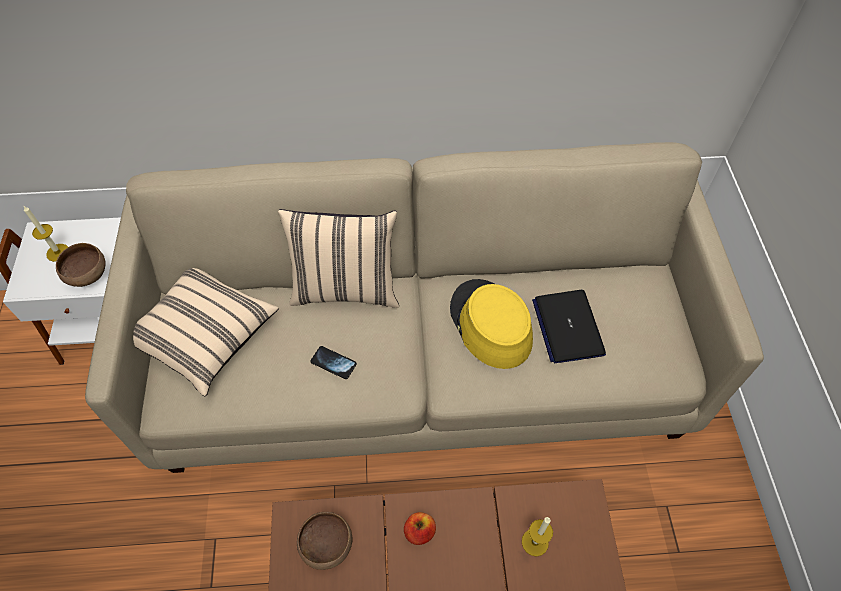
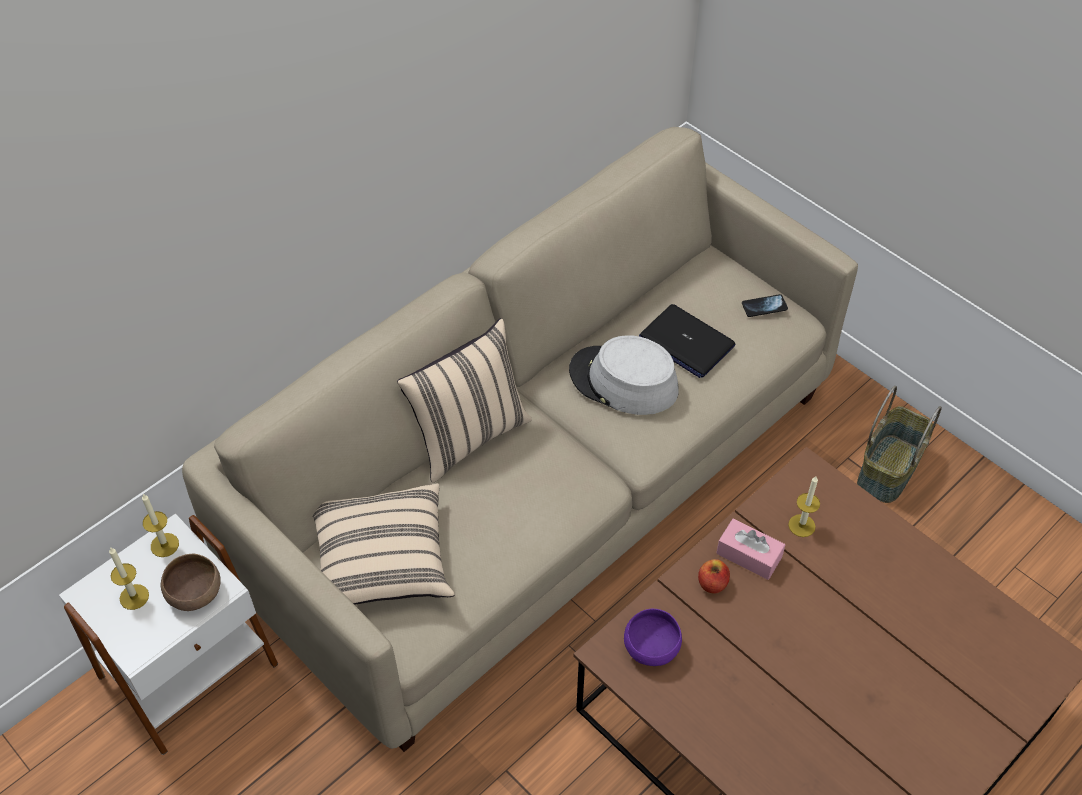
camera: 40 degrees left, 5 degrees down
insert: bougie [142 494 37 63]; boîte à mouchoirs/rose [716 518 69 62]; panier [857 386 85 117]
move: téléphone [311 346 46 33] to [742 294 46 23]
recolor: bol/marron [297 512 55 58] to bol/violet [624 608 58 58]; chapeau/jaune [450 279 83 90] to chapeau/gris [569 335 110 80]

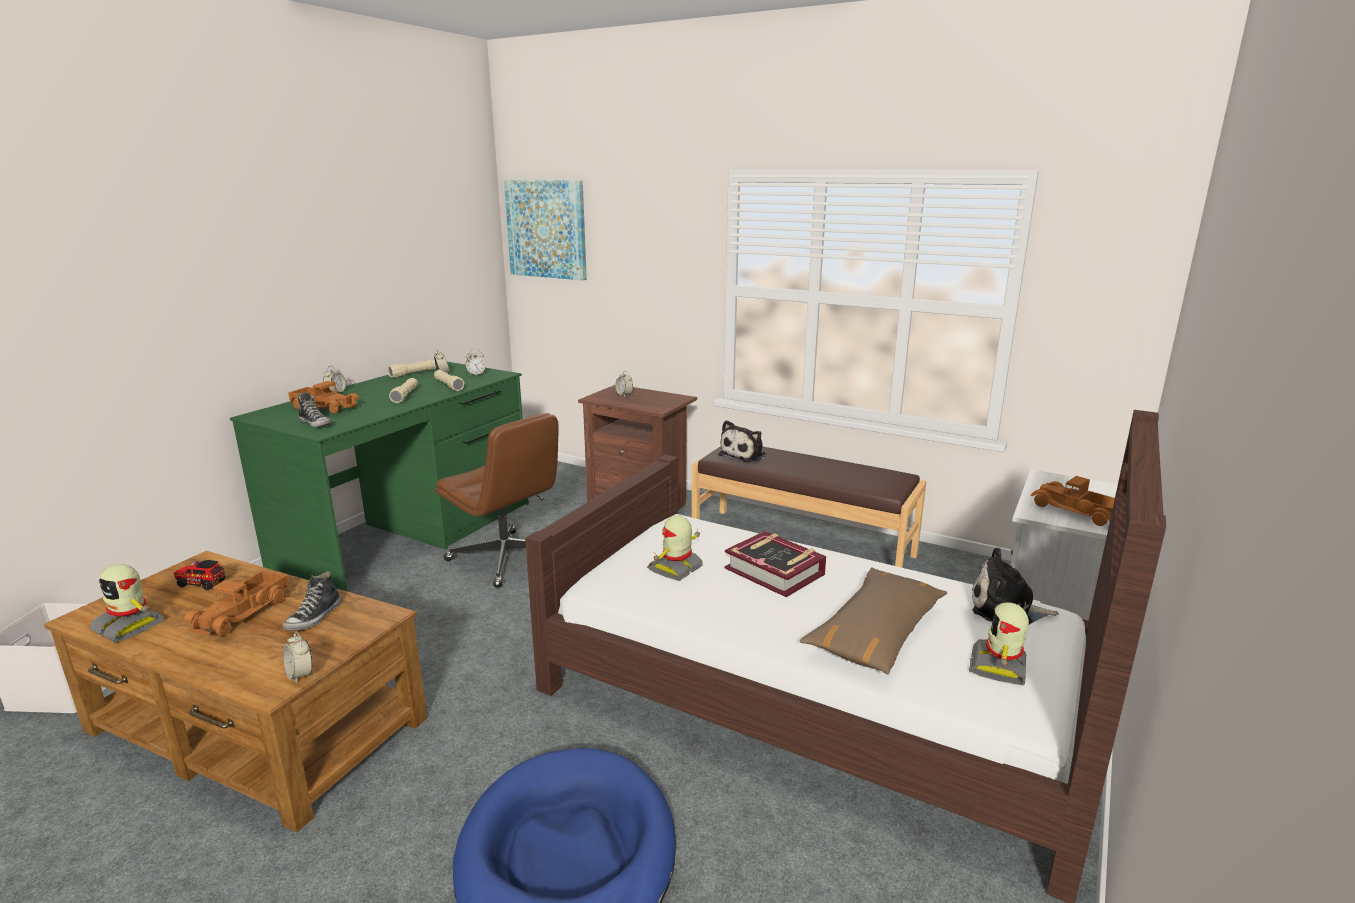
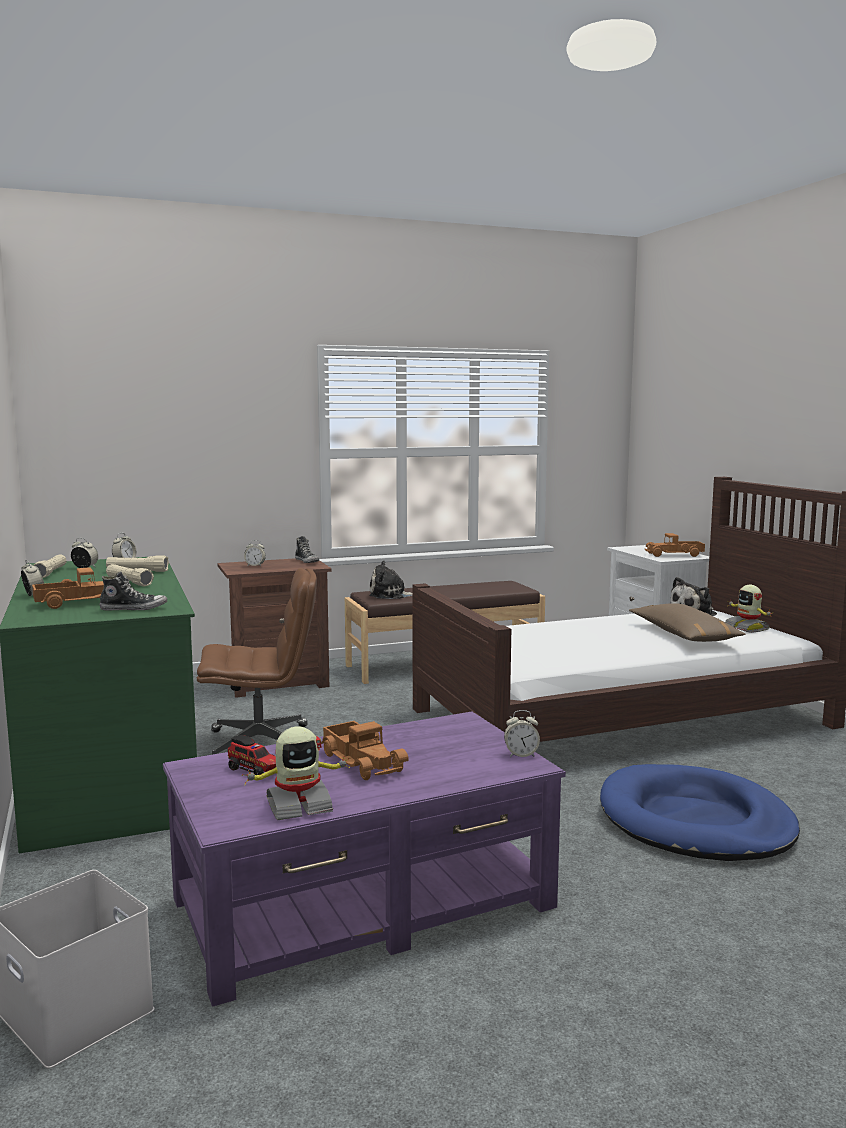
camera: 50 degrees left, 10 degrees down
delete: tableau [504 180 83 100]; robot jouet [647 515 56 66]; livre [724 531 102 66]
move: chaussure [282 571 58 60] to [295 536 24 27]
recolor: table basse/marron [44 551 383 281] to table basse/violet [163 711 403 296]
rotate: camion jouet [173 560 52 30] = [228 735 48 40] 105 degrees counterclockwise; peluche [718 420 49 42] = [369 561 43 38] 105 degrees clockwise

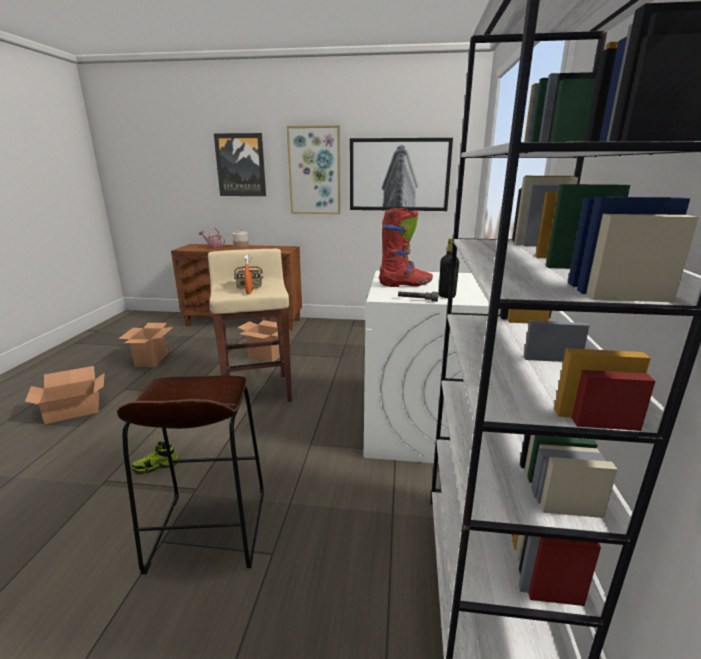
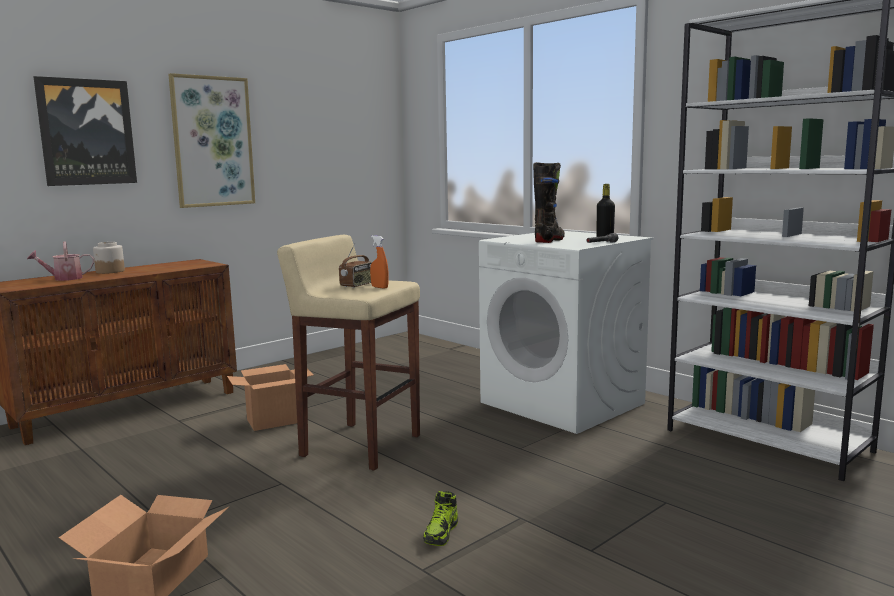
camera: 50 degrees left, 10 degrees down
delete: tabouret/marron [117 376 147 198]; carton [118 323 55 44]; tableau [350 138 103 73]
recolor: botte/rouge [379 208 54 79] to botte/noir [533 162 32 81]

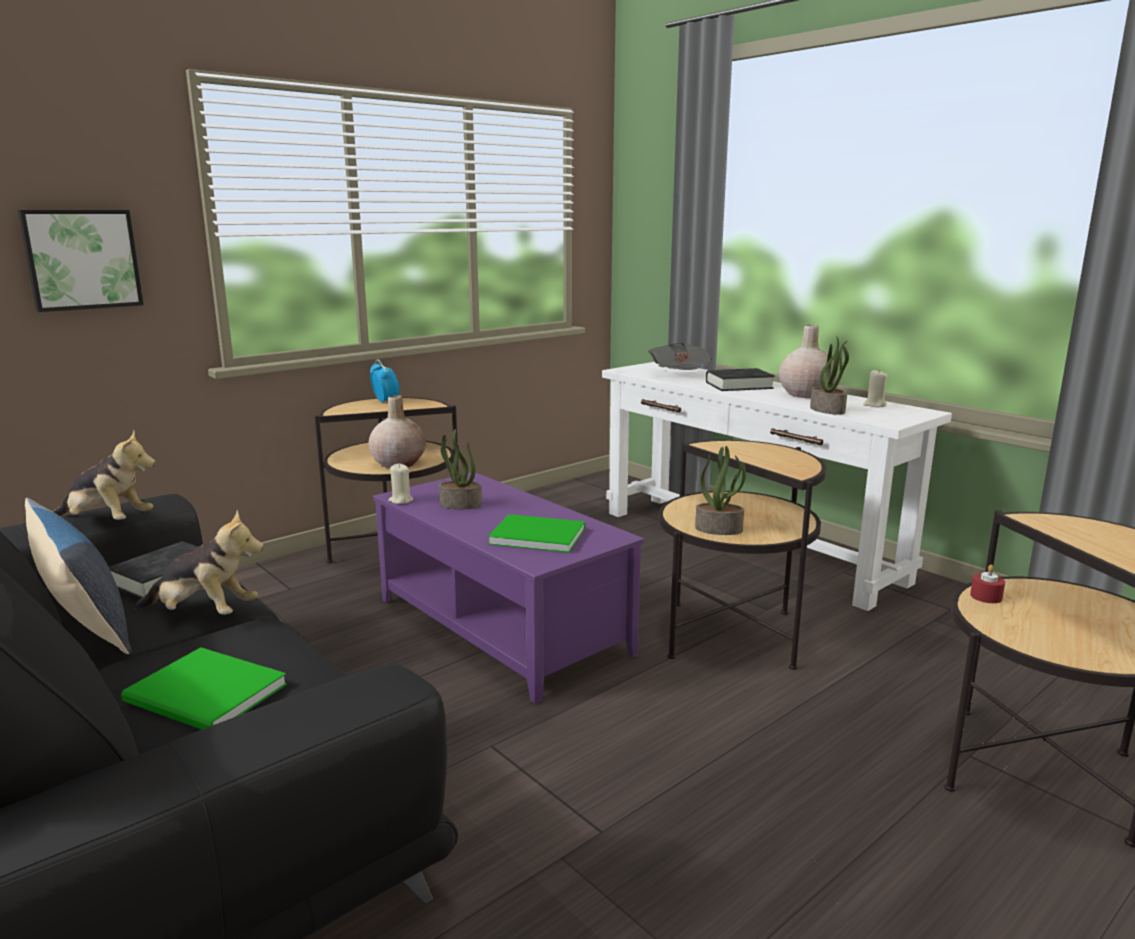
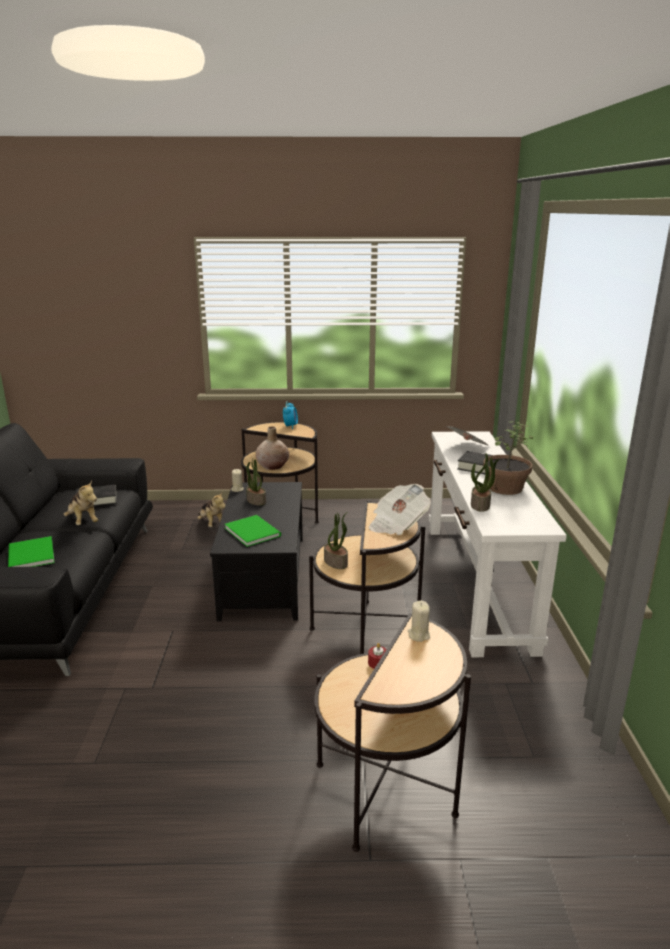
camera: 40 degrees right, 5 degrees up
delete: tableau [18 210 125 102]; coussin [25 498 106 156]
insert: journal [369 484 62 51]
move: peluche [52 430 104 90] to [197 492 28 35]; bougie/beige [863 370 25 37] to [408 601 22 41]
replace: vase/beige [779 325 58 73] to plante en pot [483 421 50 74]
recolor: table basse/violet [373 472 271 232] to table basse/noir [210 482 93 139]

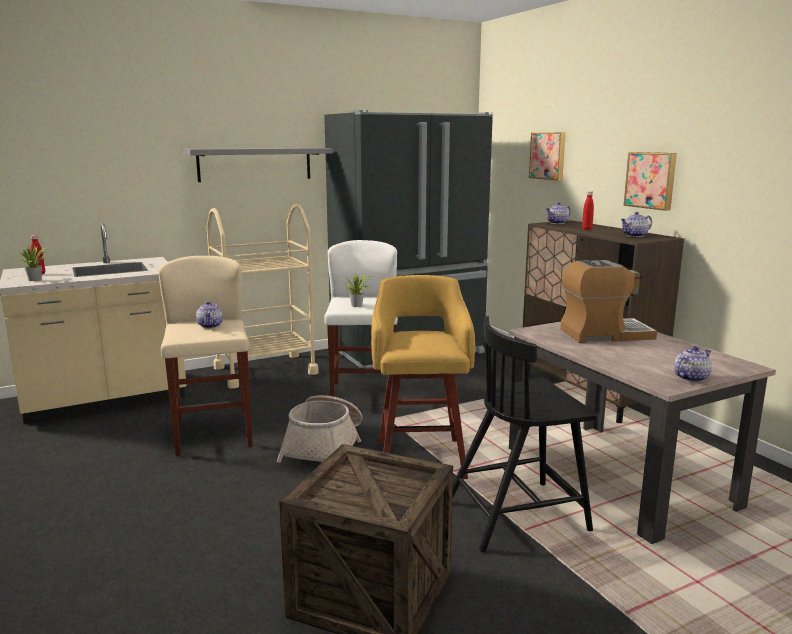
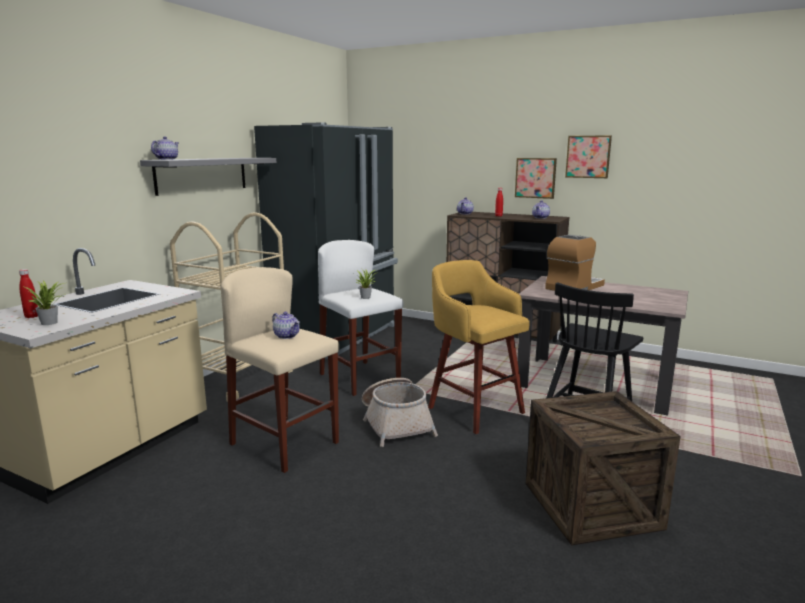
camera: 35 degrees left, 0 degrees up
move: tableau [529 132 37 49] to [565 135 47 43]; théière [674 346 38 36] to [151 137 27 23]

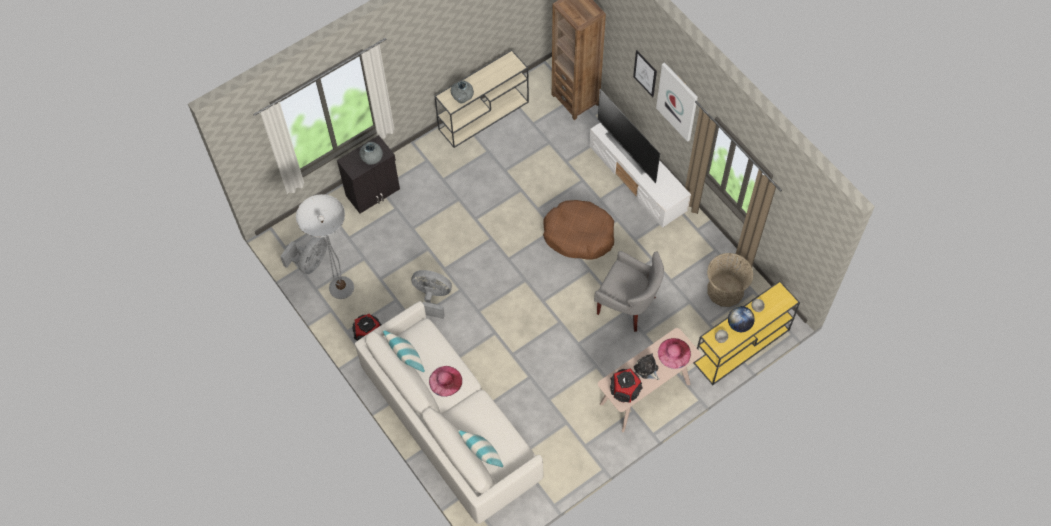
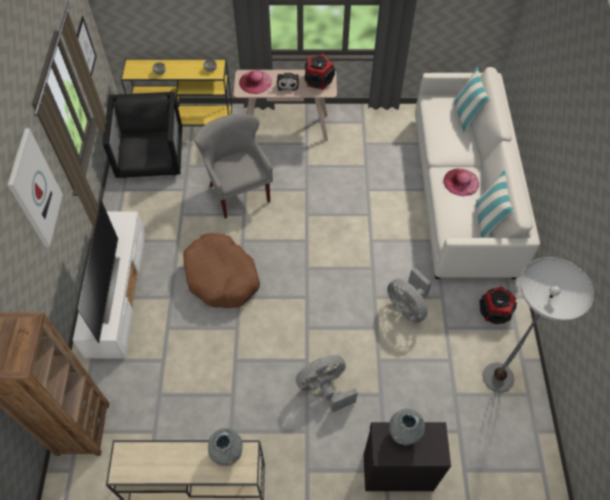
camera: 145 degrees left, 5 degrees down
delete: globe [728 306 27 26]
move: ventilateur/gris [280 237 47 37] to [296 355 62 58]; tableau [633 50 24 47] to [77 16 19 60]
replace: panier [707 253 46 54] to fauteuil/noir [103 92 79 86]

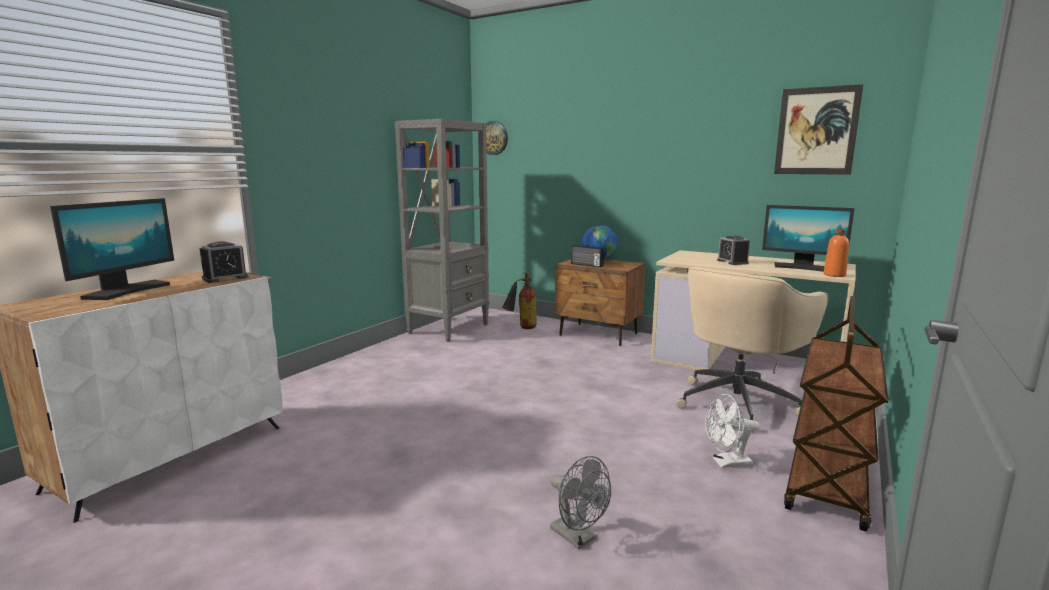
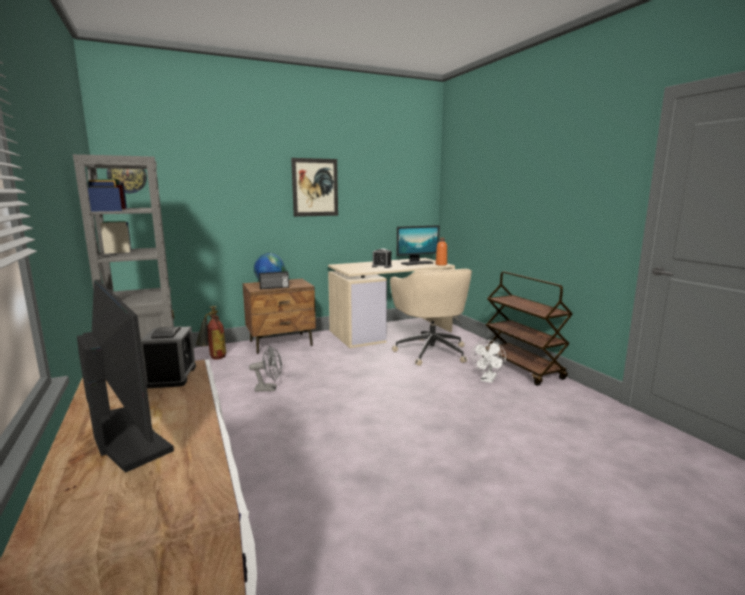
camera: 55 degrees left, 0 degrees up
move: ventilateur/gris [550 456 61 93] to [249 346 33 46]; tableau [774 84 89 91] to [291 158 47 59]

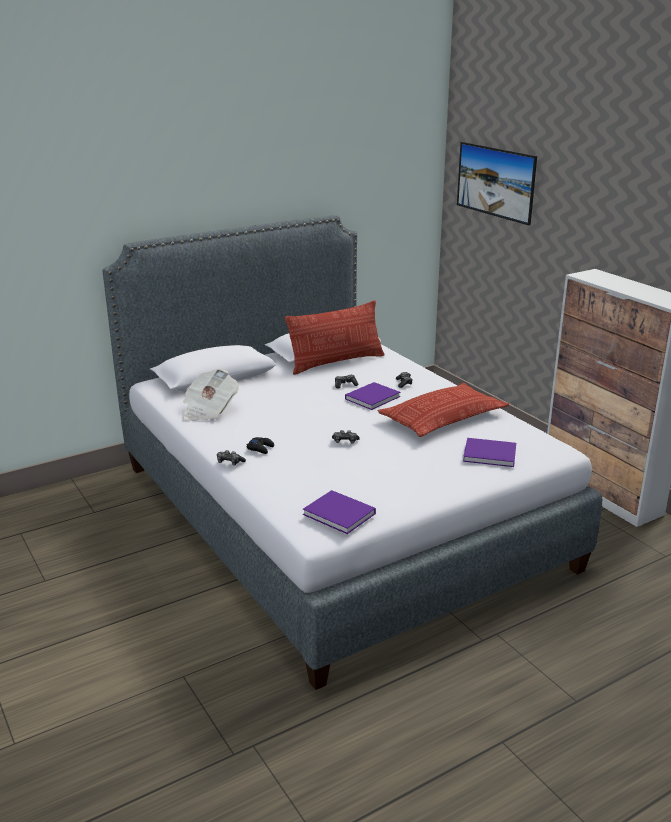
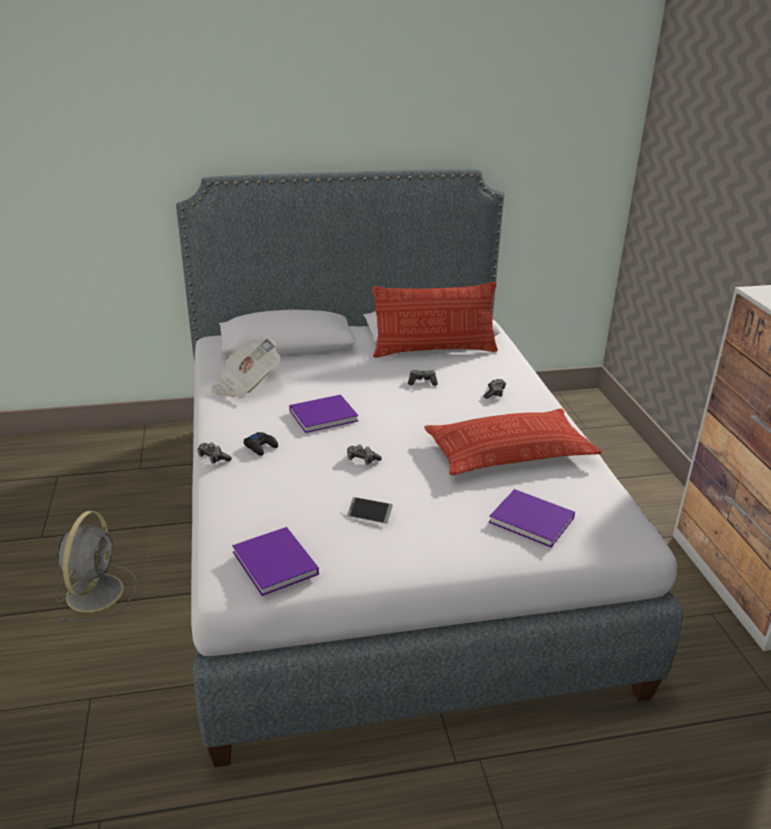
camera: 20 degrees right, 5 degrees up
delete: tableau [457 142 80 84]
insert: ventilateur/gris [56 511 81 111]; téléphone [347 497 46 26]
move: livre/violet [345 382 55 28] to [289 395 69 38]

